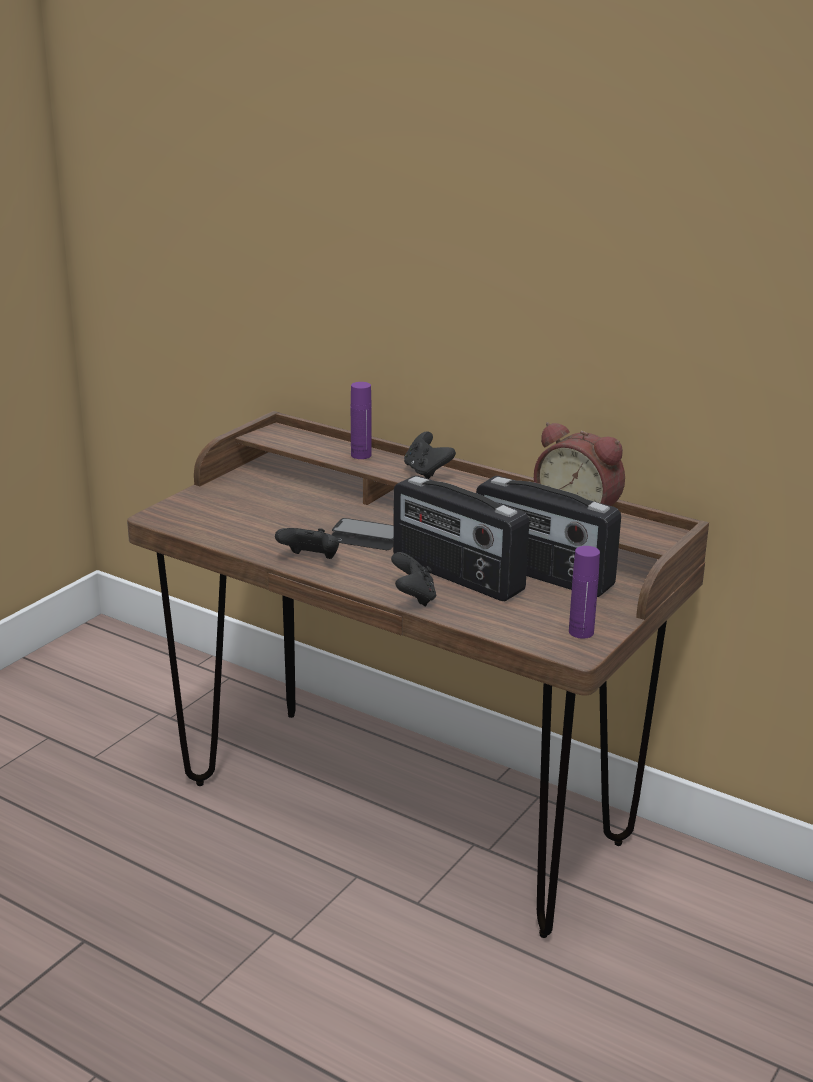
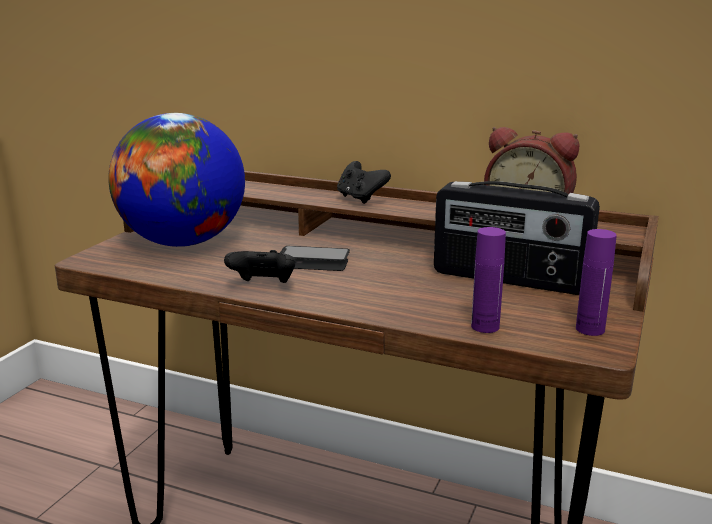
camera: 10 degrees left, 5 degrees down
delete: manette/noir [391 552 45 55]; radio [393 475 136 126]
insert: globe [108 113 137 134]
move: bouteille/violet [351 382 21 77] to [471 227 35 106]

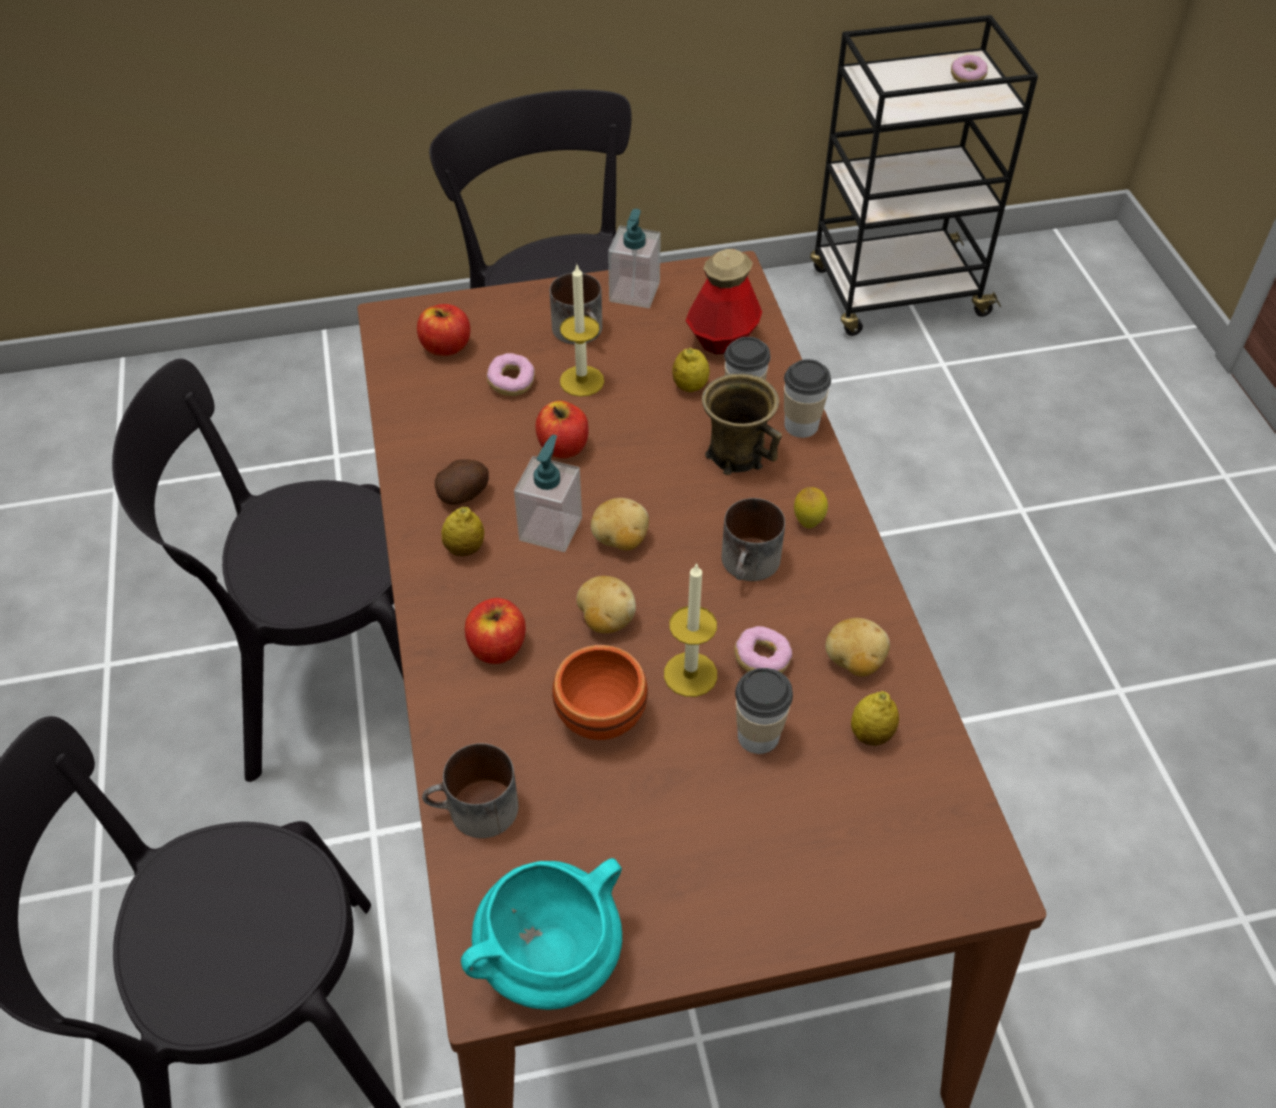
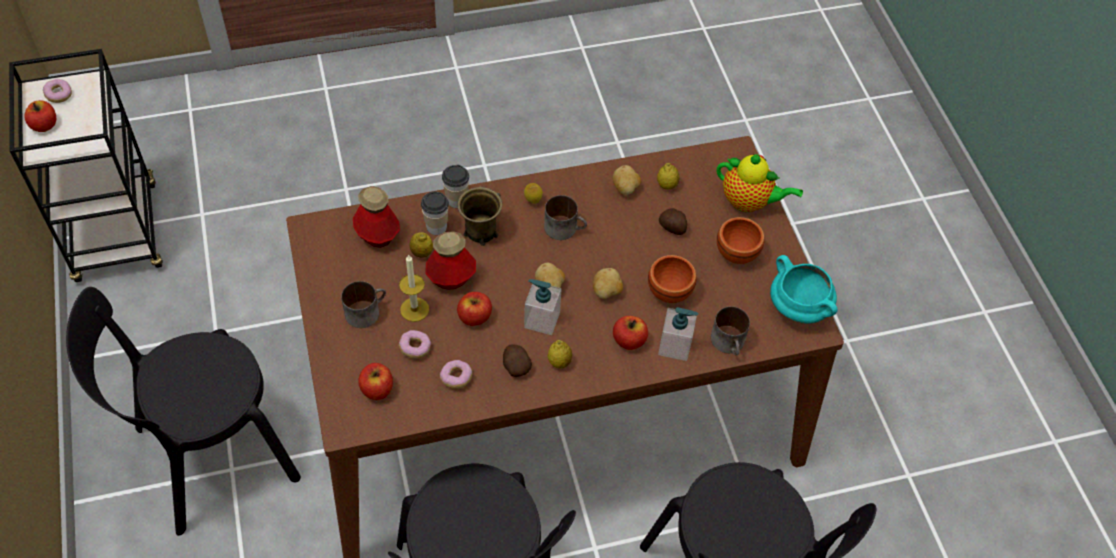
camera: 95 degrees left, 5 degrees up
delete: bougie [664 562 53 135]
insert: pomme [24 100 32 32]; bouteille [425 231 51 58]; théière [717 154 86 58]; bol/marron [717 217 47 47]
move: distributeur de savon [608 209 53 99] to [658 307 40 54]; beignet [734 626 58 47] to [440 360 33 29]
replace: tasse [735 668 58 86] to pomme de terre [659 208 28 27]

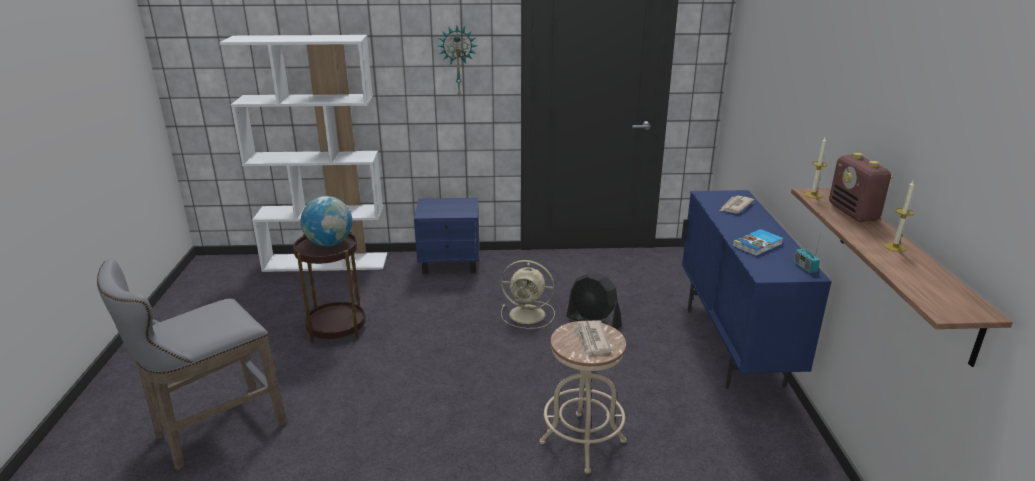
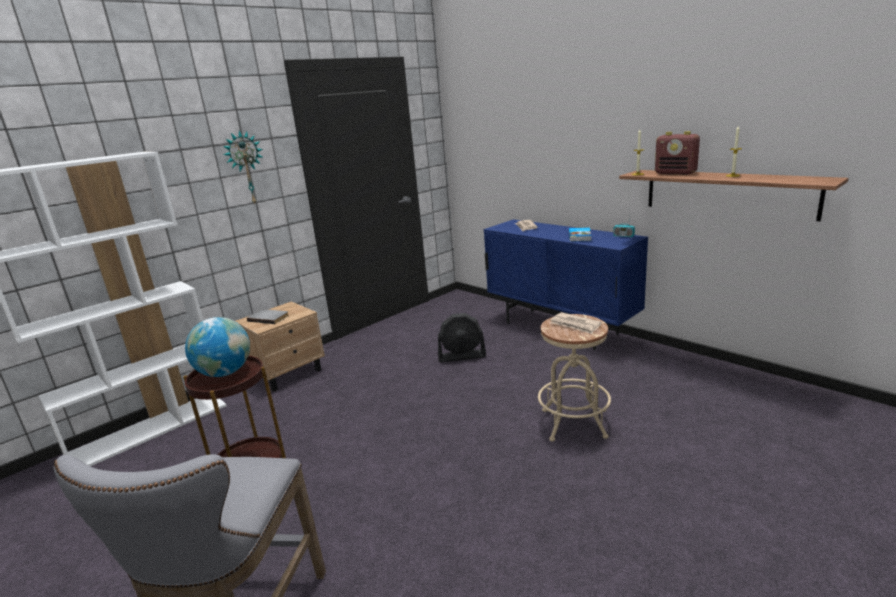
camera: 40 degrees left, 5 degrees down
delete: ventilateur/beige [501 260 54 69]
insert: livre/gris [247 309 42 15]
recolor: table de chevet/bleu [414 198 65 76] to table de chevet/beige [235 301 90 90]

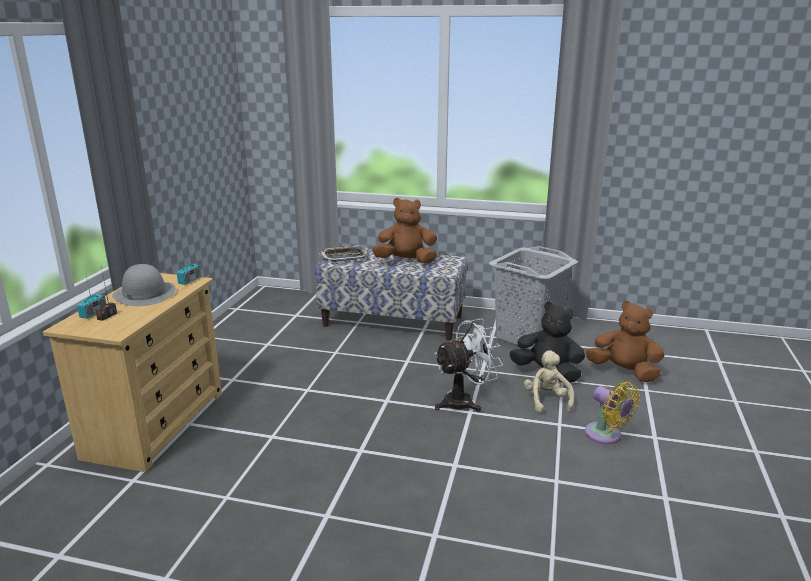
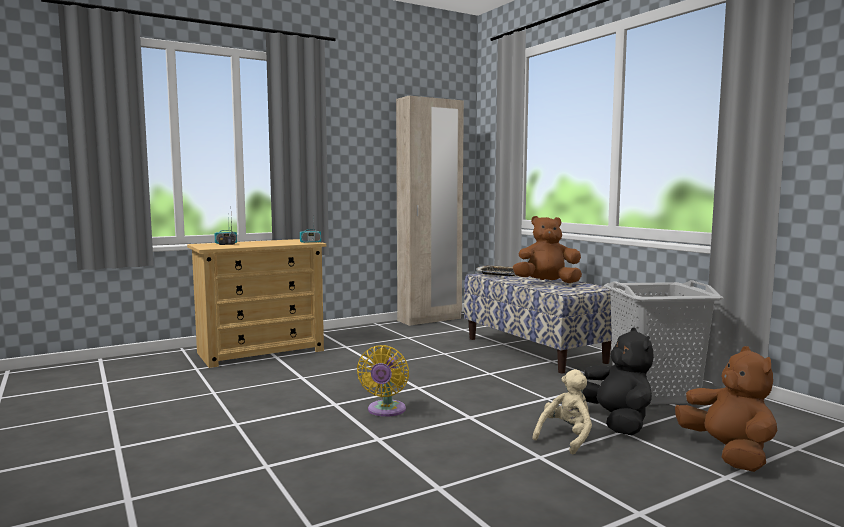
camera: 45 degrees right, 15 degrees down
delete: chapeau/gris [112 264 64 42]; ventilateur/blanc [435 318 68 94]
insert: armoire/beige [396 96 68 230]
move: ventilateur/jaune [585 382 55 62] to [357 345 52 72]
rotate: peluche/marron [372 198 65 66] = [513 216 69 67] 45 degrees counterclockwise

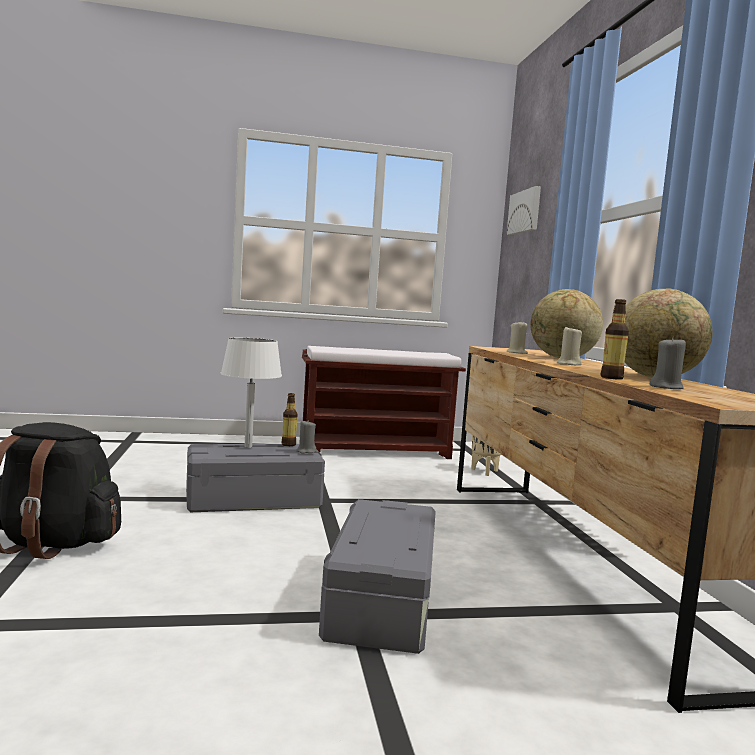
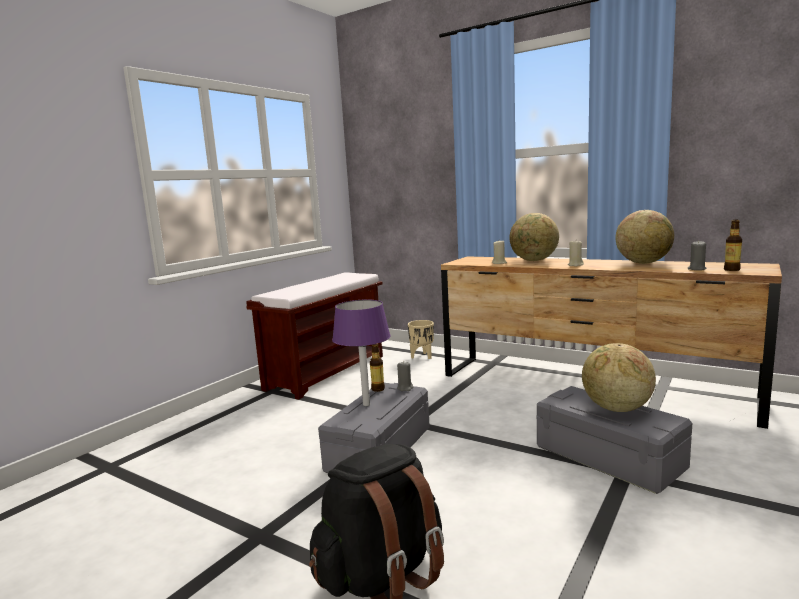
camera: 45 degrees left, 5 degrees up
delete: tableau [507 186 34 49]
insert: globe [582 343 74 69]
move: bouteille [601 299 28 81] to [724 220 18 51]
recolor: lampe de table/blanc [221 338 61 110] to lampe de table/violet [332 300 59 106]

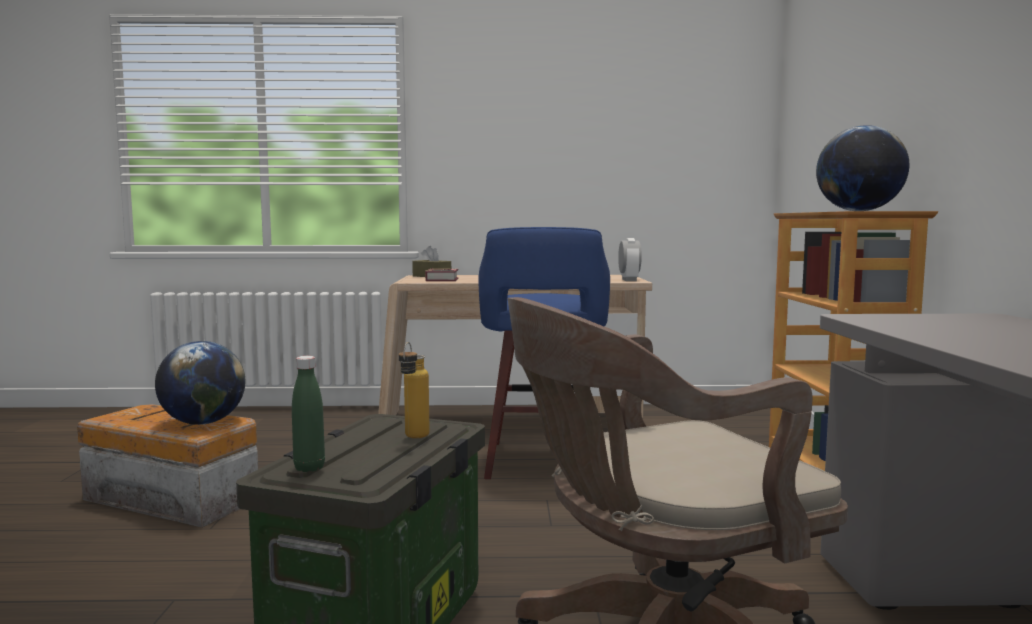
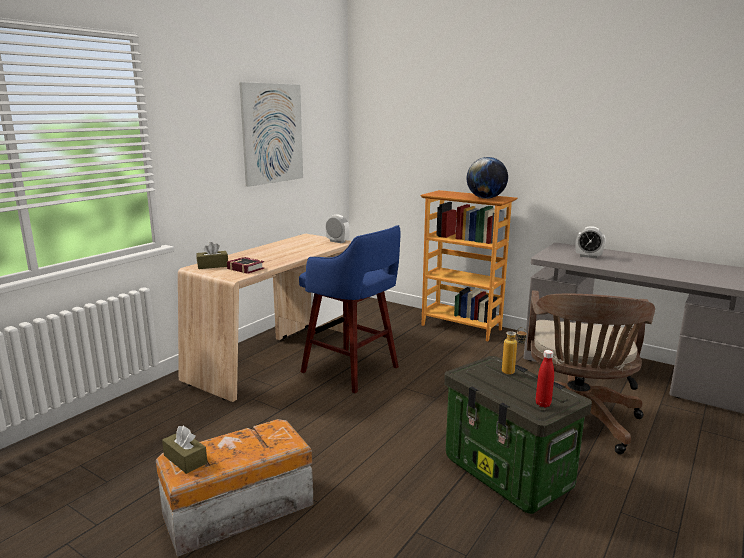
camera: 55 degrees left, 10 degrees up
delete: globe [155 341 91 84]
insert: boîte à mouchoirs/marron [162 426 45 48]; tableau [239 82 64 105]; réveil [576 226 29 32]
recolor: bouteille/vert [292 356 33 116] to bouteille/rouge [536 350 18 57]

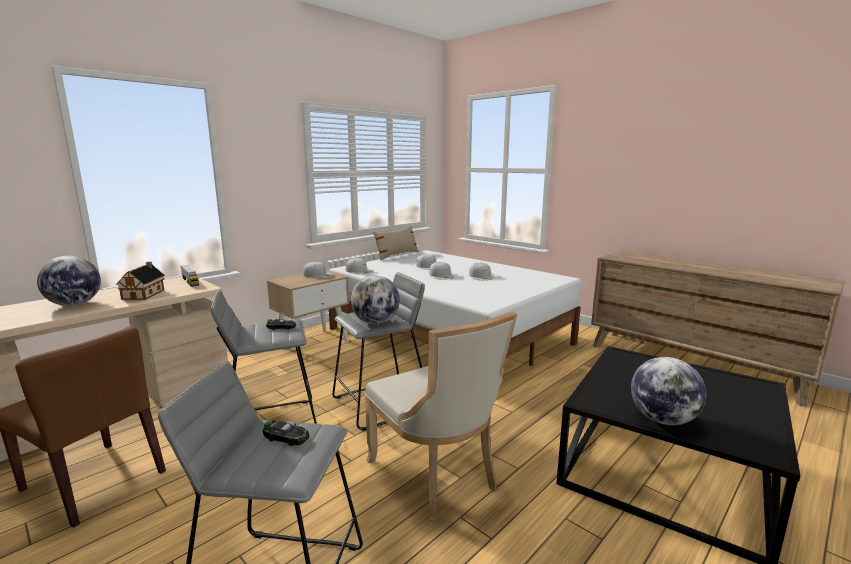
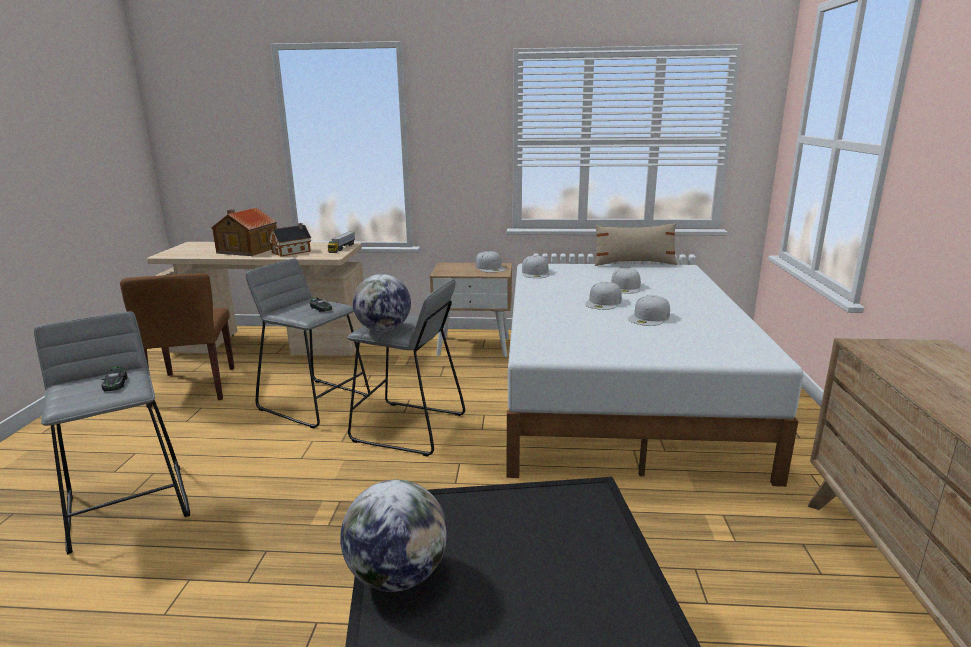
camera: 50 degrees right, 5 degrees up
delete: chaise/beige [365 311 152 209]
replace: globe [37 256 64 50] to maison miniature [211 207 66 49]

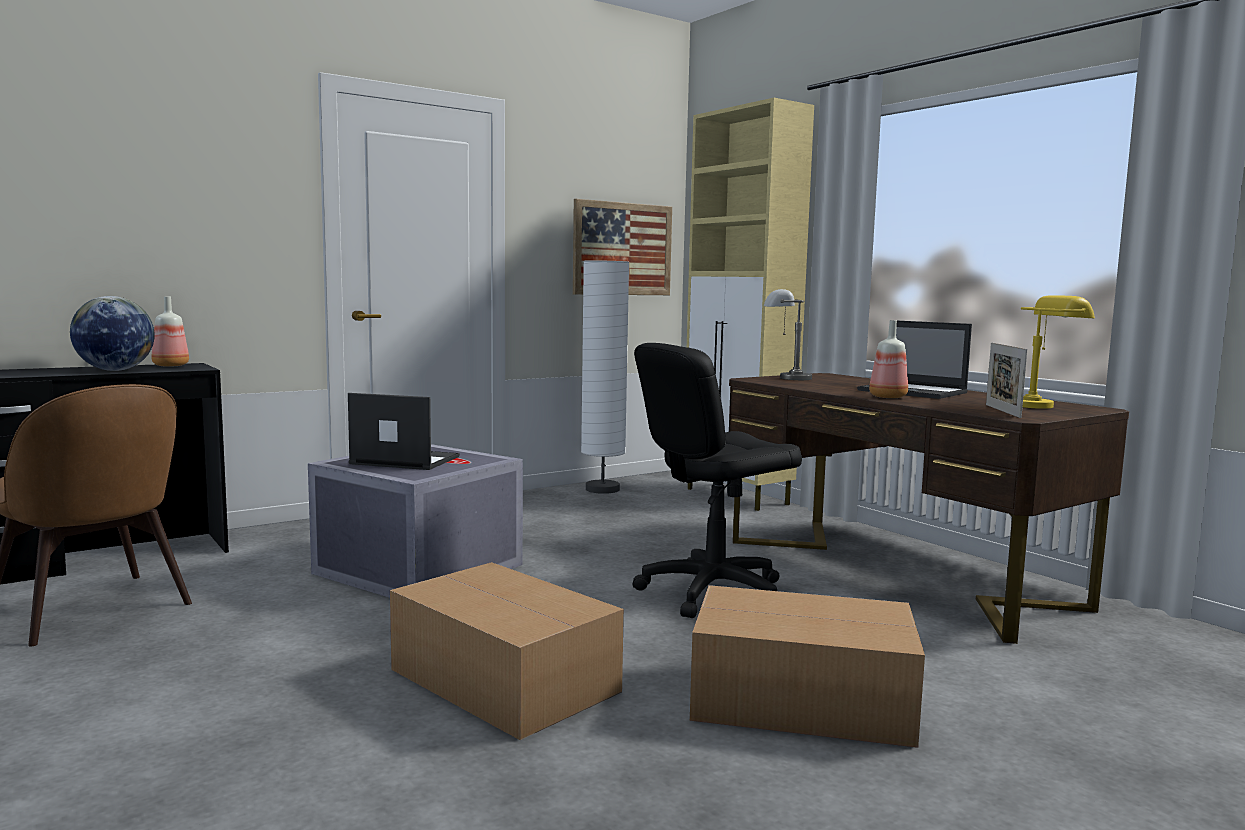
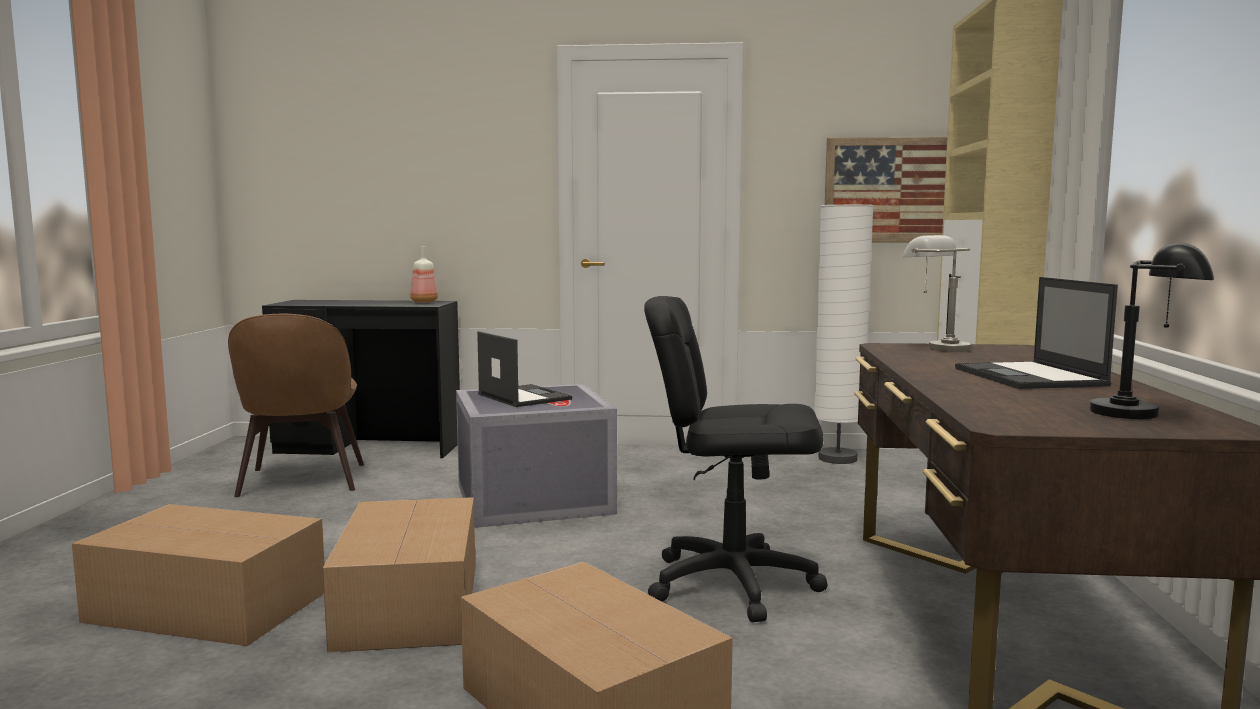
camera: 40 degrees right, 0 degrees up
delete: globe [70 296 85 75]; bouteille [869 320 39 78]; cadre photo [986 342 41 76]
insert: carton [72 504 253 142]
recolor: lampe de table/jaune [1021 295 74 114] to lampe de table/noir [1090 242 124 177]

